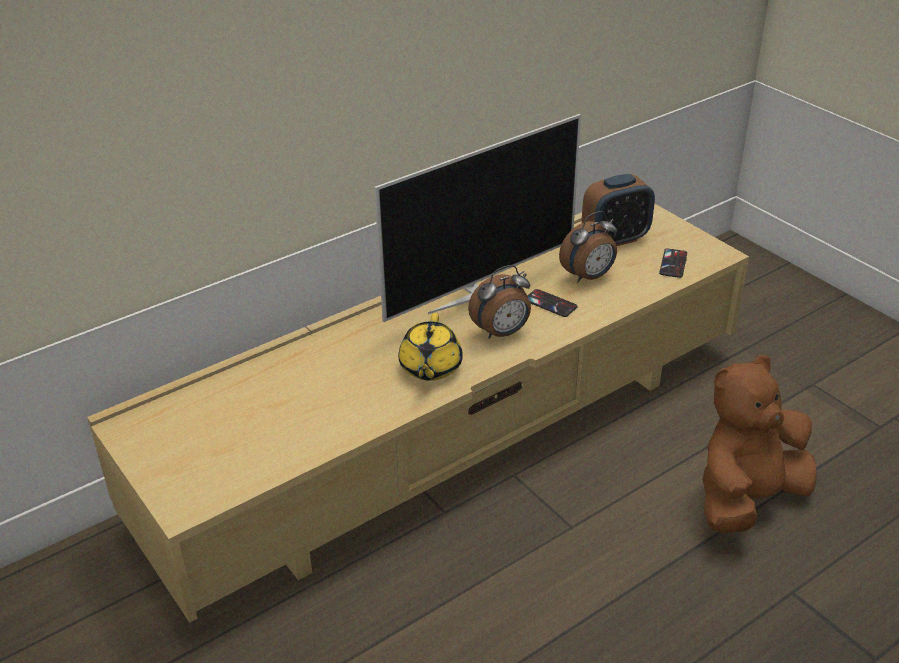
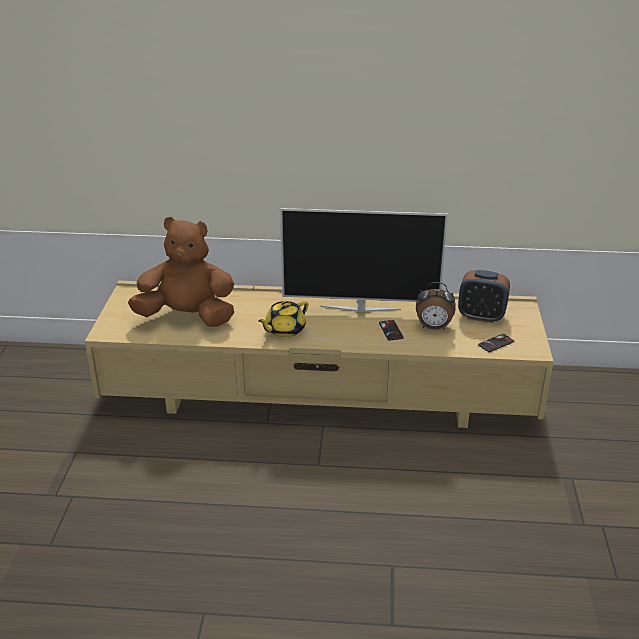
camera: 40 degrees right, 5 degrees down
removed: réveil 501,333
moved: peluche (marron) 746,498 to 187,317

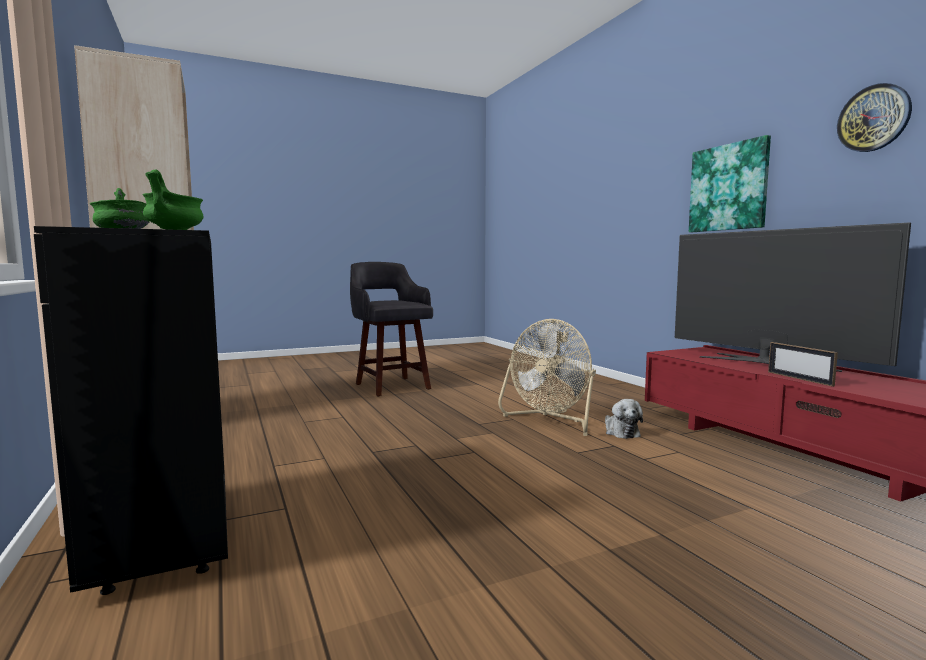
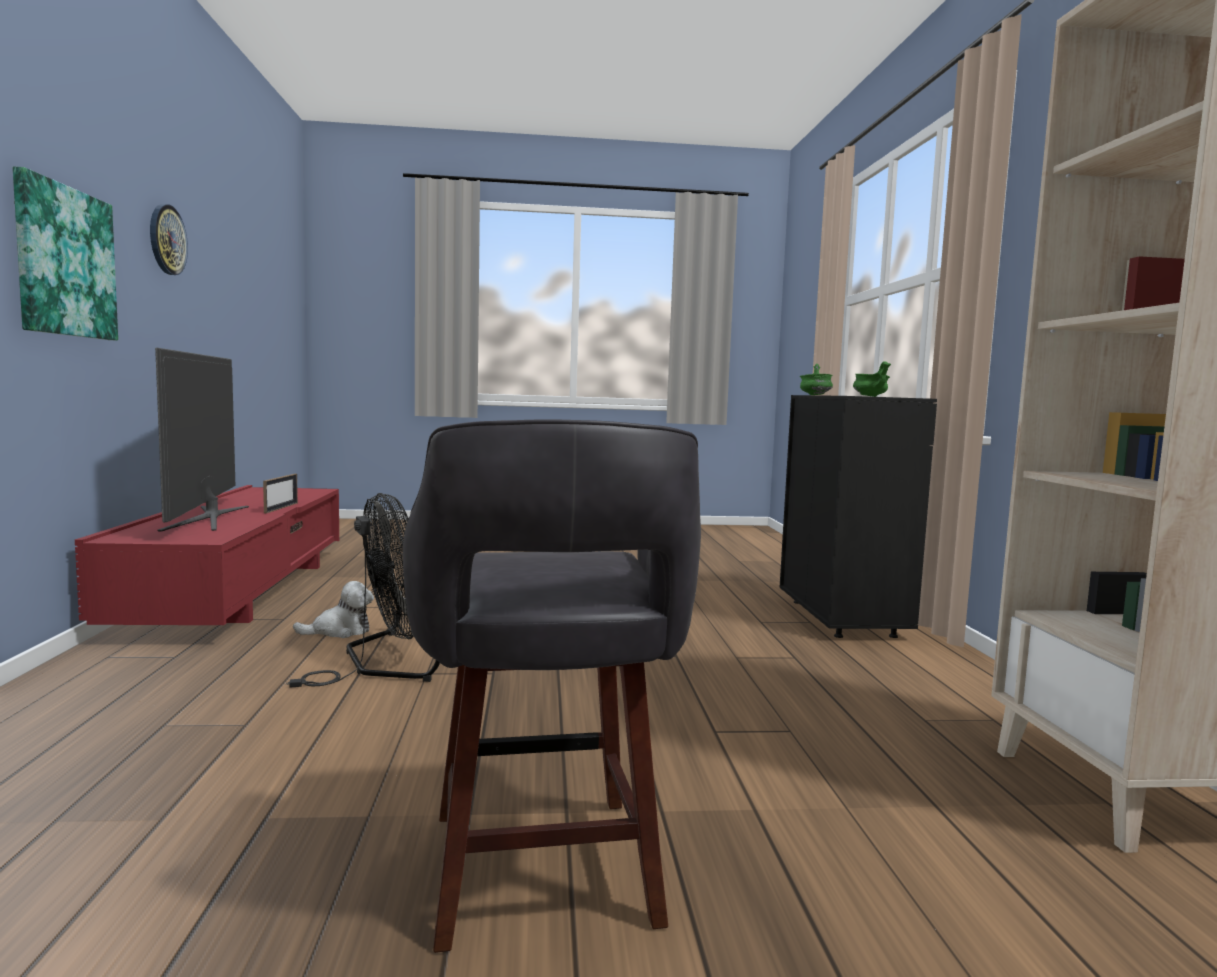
camera: 160 degrees left, 0 degrees up
recoloured: ventilateur (beige) 550,420 to ventilateur (noir) 378,661
turned: peluche 620,432 = 339,631 60 degrees clockwise

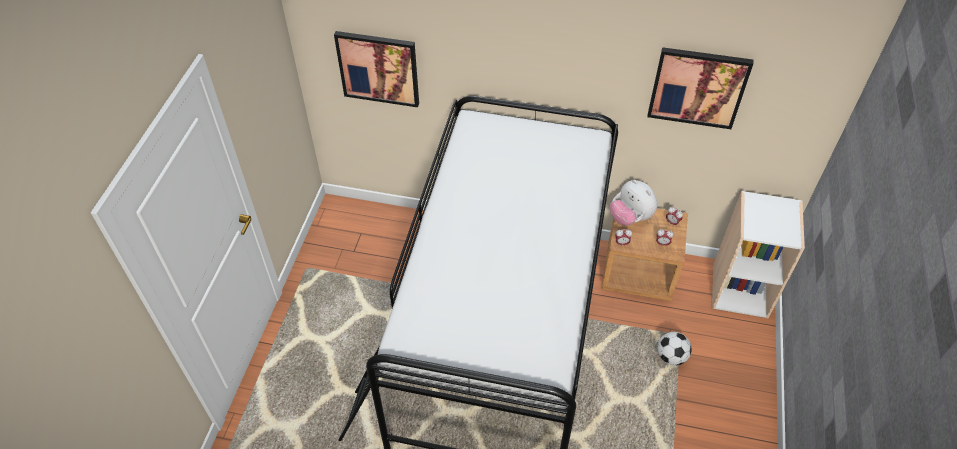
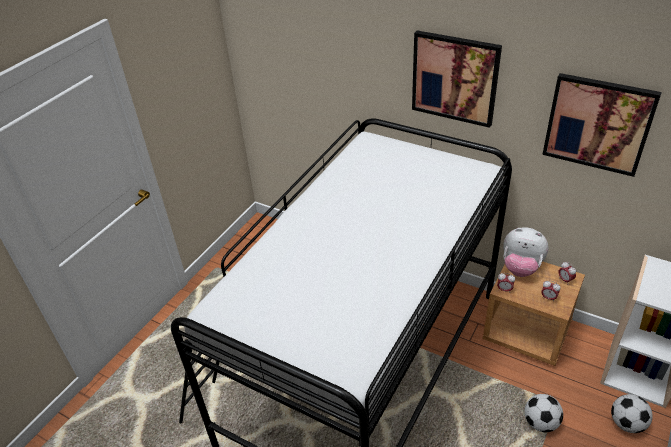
camera: 20 degrees right, 10 degrees down
added: ballon de foot 626,423
moved: tableau 378,68 to 455,78
turned: peluche 630,217 = 521,268 45 degrees counterclockwise

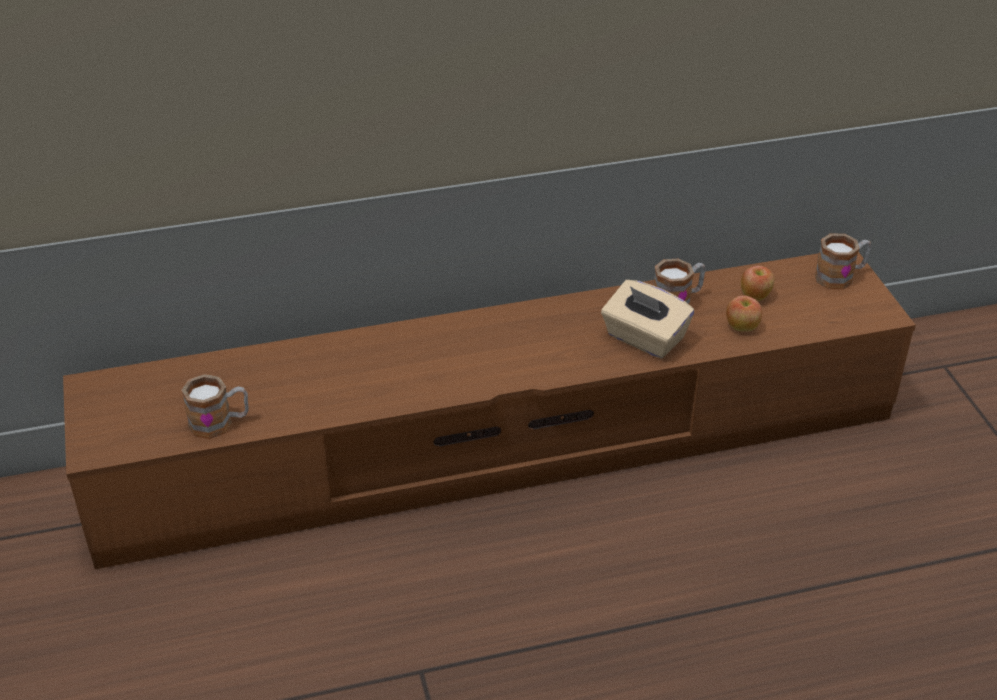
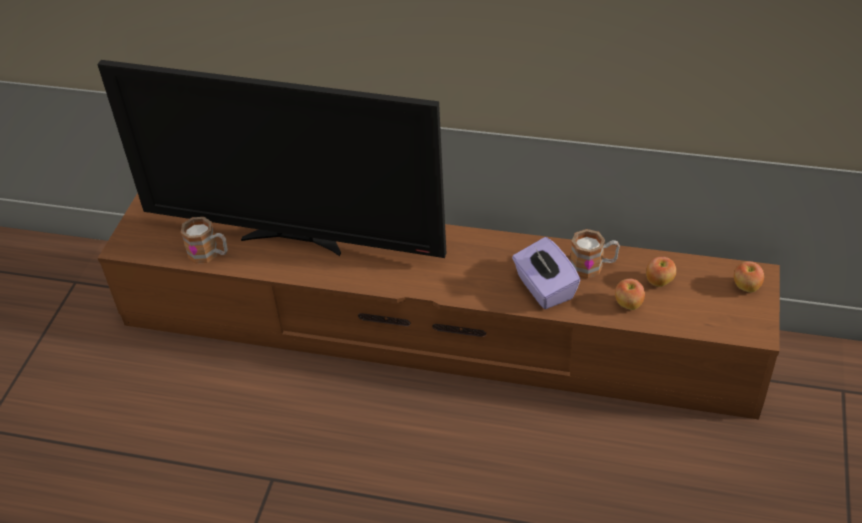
camera: 30 degrees right, 5 degrees up
added: téléviseur 295,240
replaced: mug 841,276 to pomme 746,287
recoloured: boîte à mouchoirs (beige) 644,338 to boîte à mouchoirs (violet) 544,288

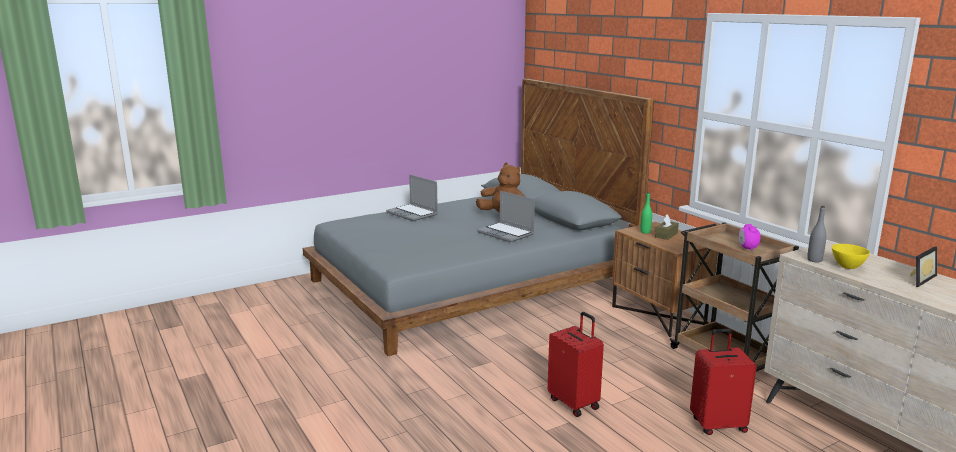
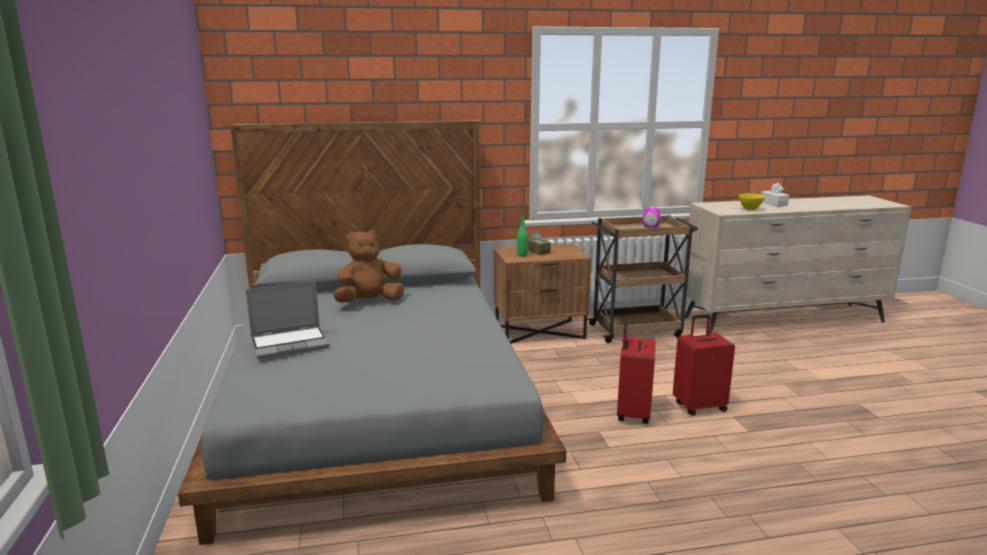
camera: 70 degrees left, 0 degrees up
removed: ordinateur portable 506,233; bouteille (gris) 814,260
moved: valise (rouge) 717,424 to 632,414
replaced: cadre photo 918,279 to boîte à mouchoirs (blanc) 774,203

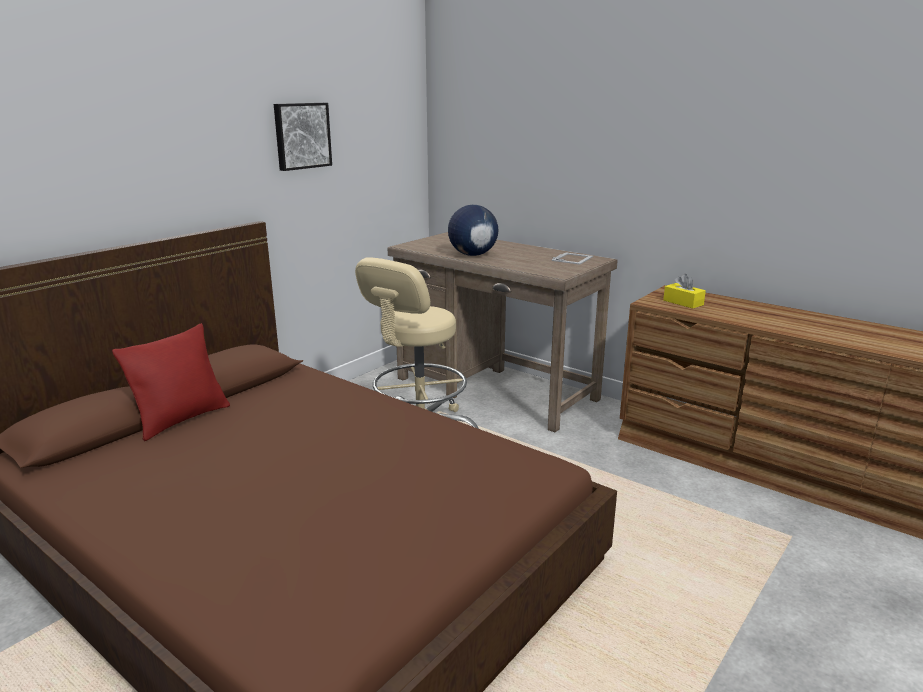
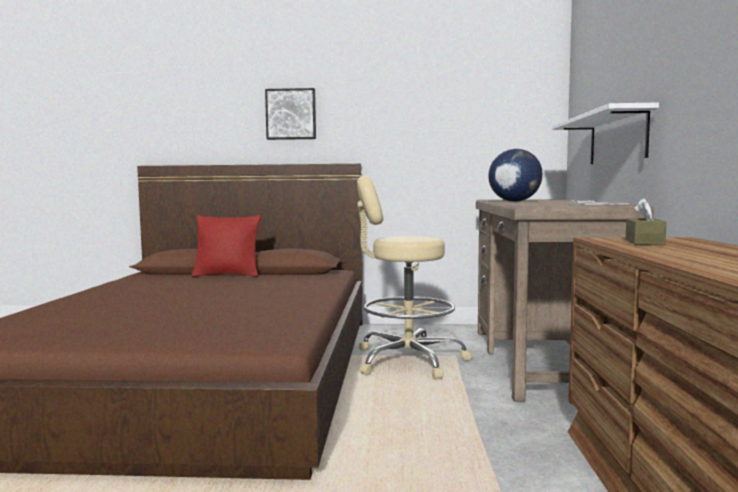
camera: 55 degrees right, 15 degrees down
added: étagère (blanc) 617,138
moved: tableau 301,136 to 291,114
recoloured: boîte à mouchoirs (jaune) 683,302 to boîte à mouchoirs (marron) 644,242

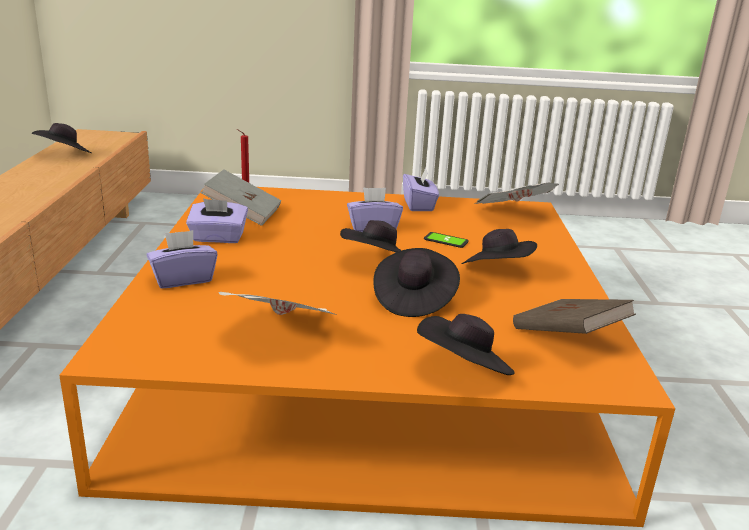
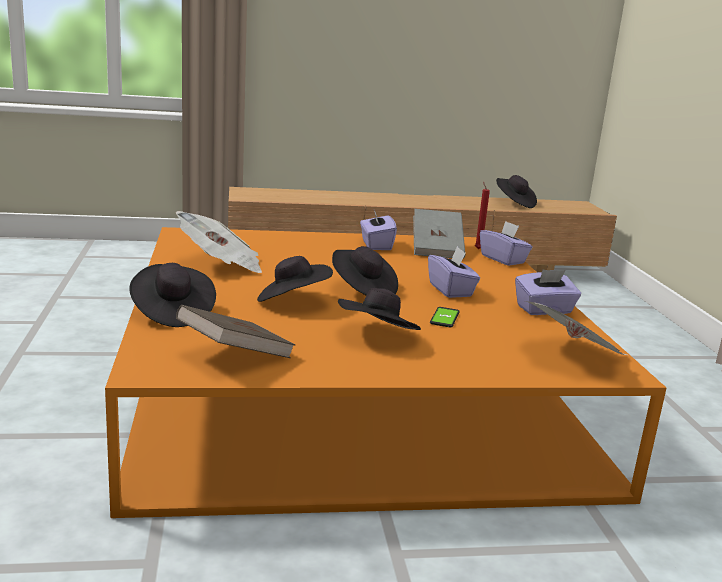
camera: 80 degrees right, 5 degrees down
moved: boîte à mouchoirs (violet) 183,279 to 503,259

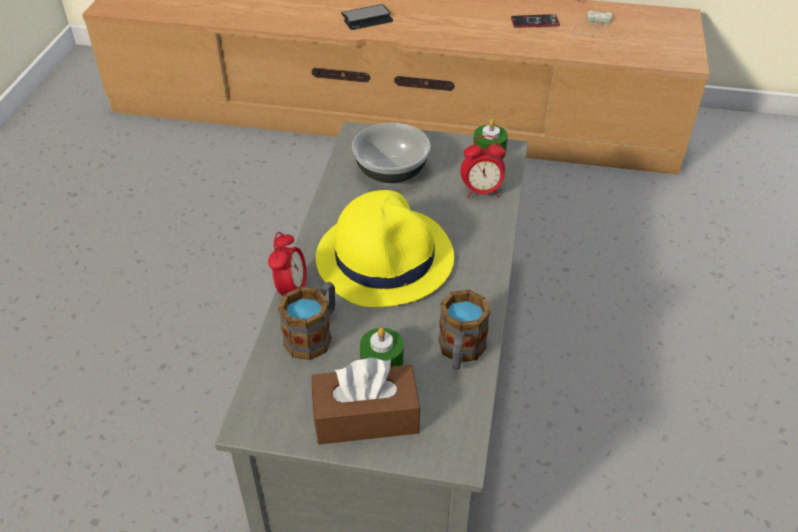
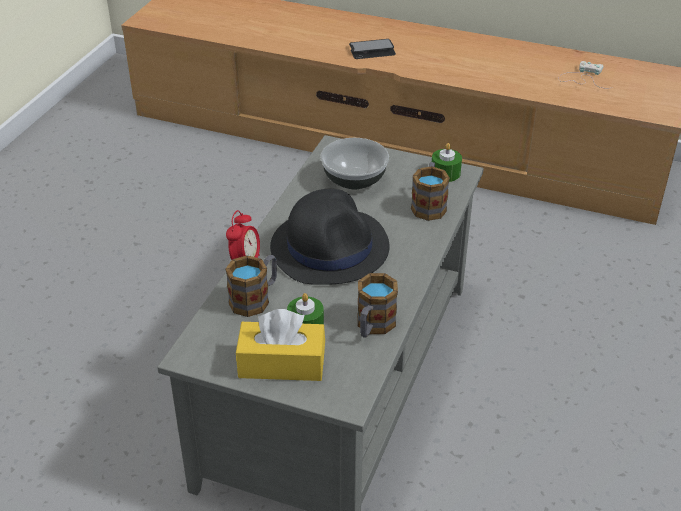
camera: 10 degrees right, 5 degrees down
removed: téléphone 534,22
replaced: réveil 481,192 to mug 429,205
recoloured: chapeau (jaune) 385,257 to chapeau (noir) 330,247; boîte à mouchoirs (marron) 366,417 to boîte à mouchoirs (jaune) 281,364

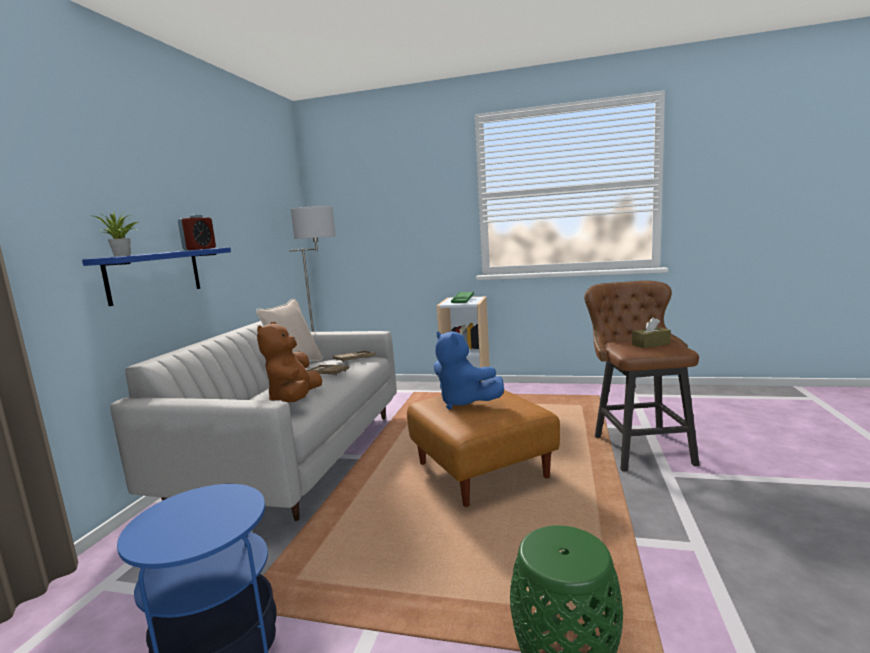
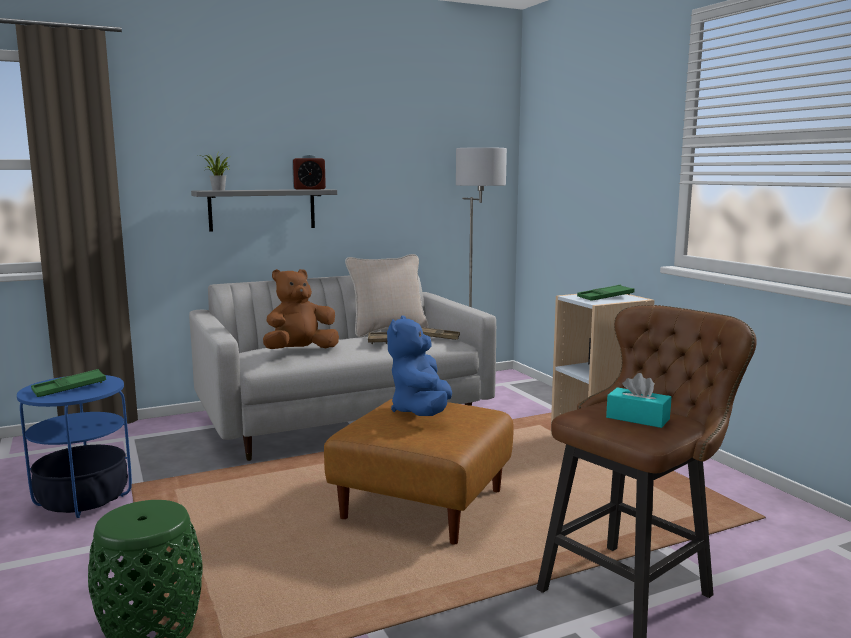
camera: 50 degrees right, 0 degrees up
added: plateau (vert) 69,388
recoloured: étagère (bleu) 155,275 to étagère (gris) 262,209; boîte à mouchoirs (marron) 651,344 to boîte à mouchoirs (turquoise) 637,418

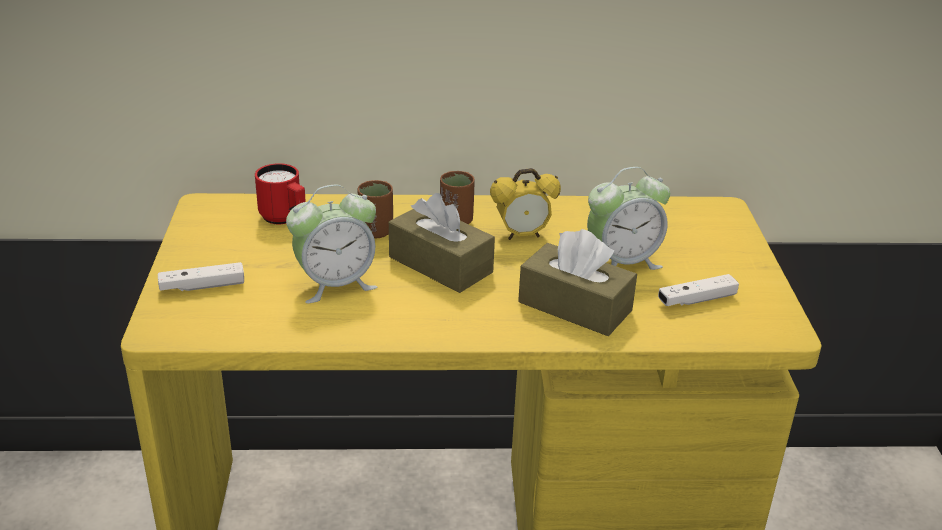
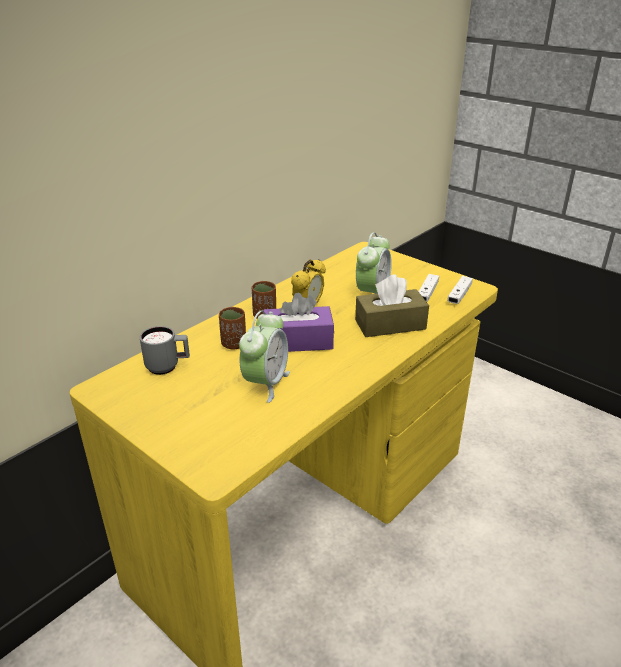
camera: 45 degrees left, 0 degrees up
moved: manette (blanc) 202,286 to 459,295
recoloured: mug (rouge) 285,219 to mug (gris) 168,367; boîte à mouchoirs (marron) 440,265 to boîte à mouchoirs (violet) 298,341

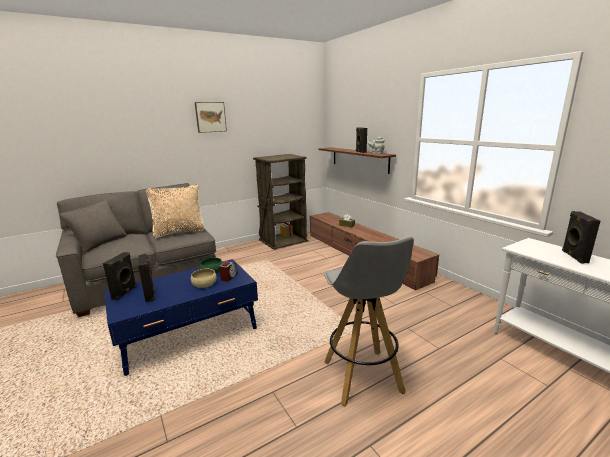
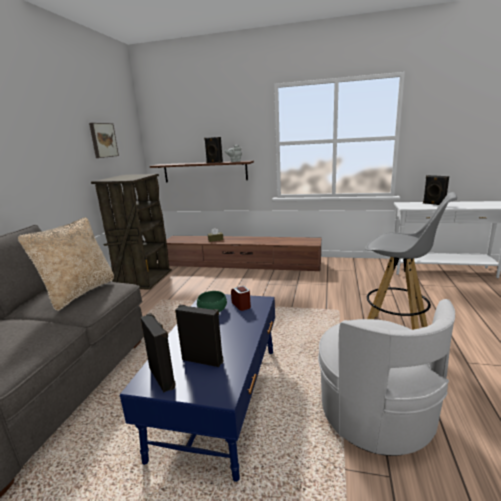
camera: 45 degrees left, 0 degrees up
removed: bol (beige) 204,284
added: fauteuil (blanc) 375,413
moved: tableau 210,117 to 103,140

